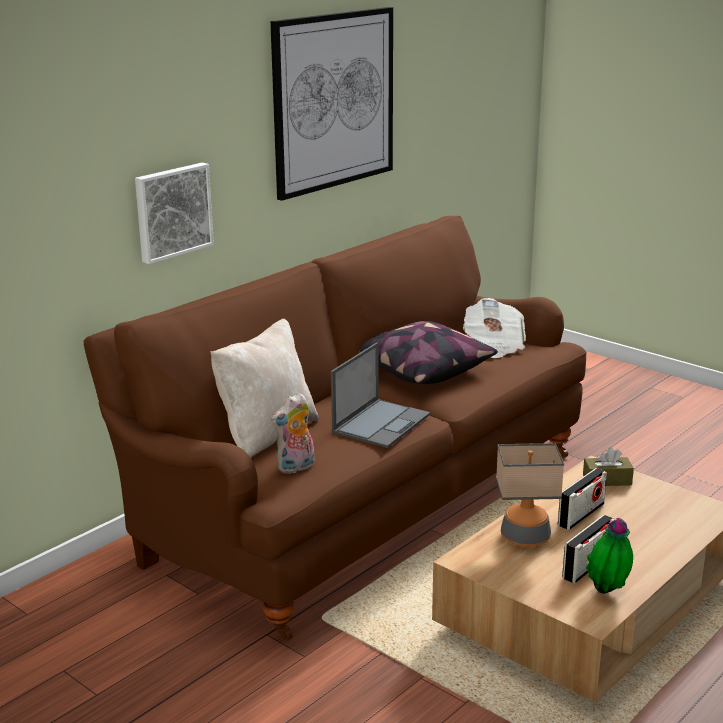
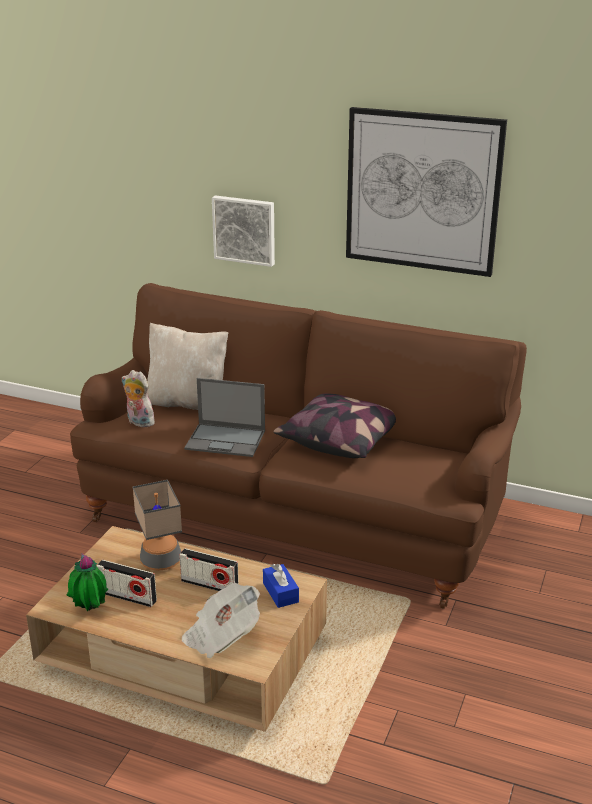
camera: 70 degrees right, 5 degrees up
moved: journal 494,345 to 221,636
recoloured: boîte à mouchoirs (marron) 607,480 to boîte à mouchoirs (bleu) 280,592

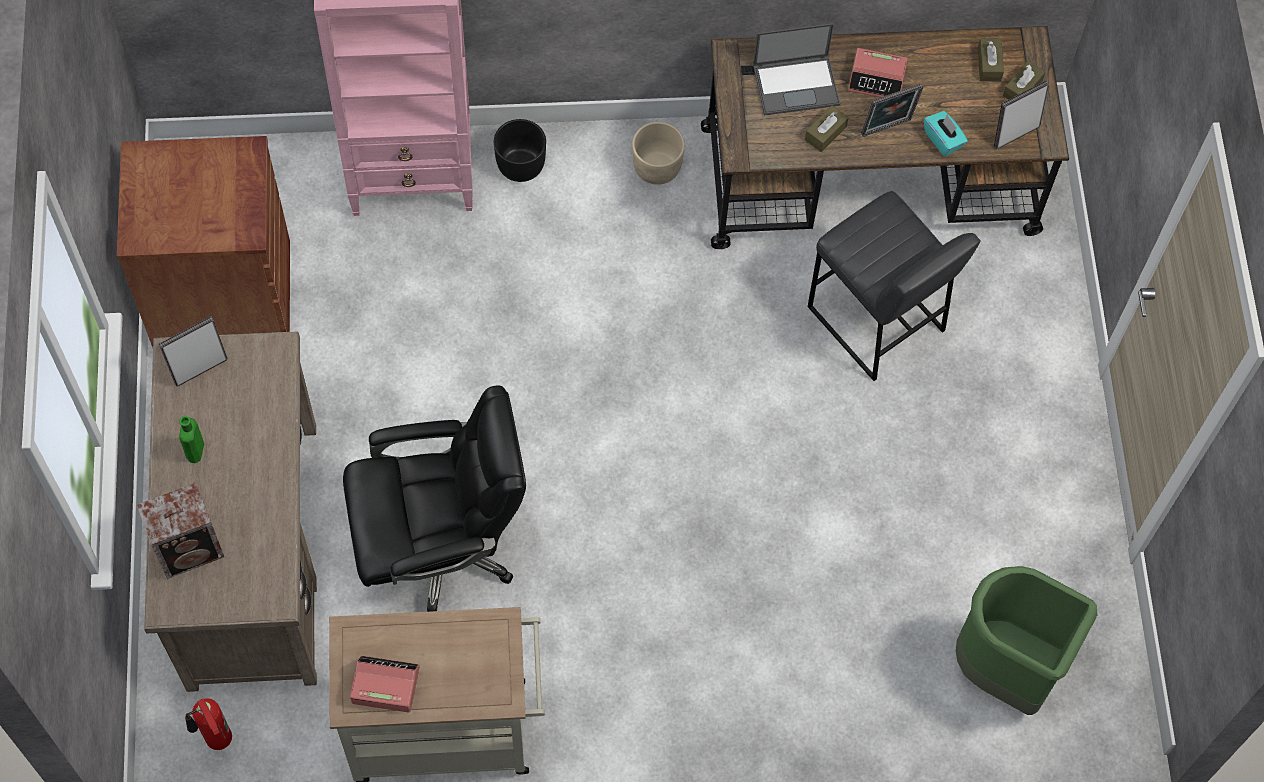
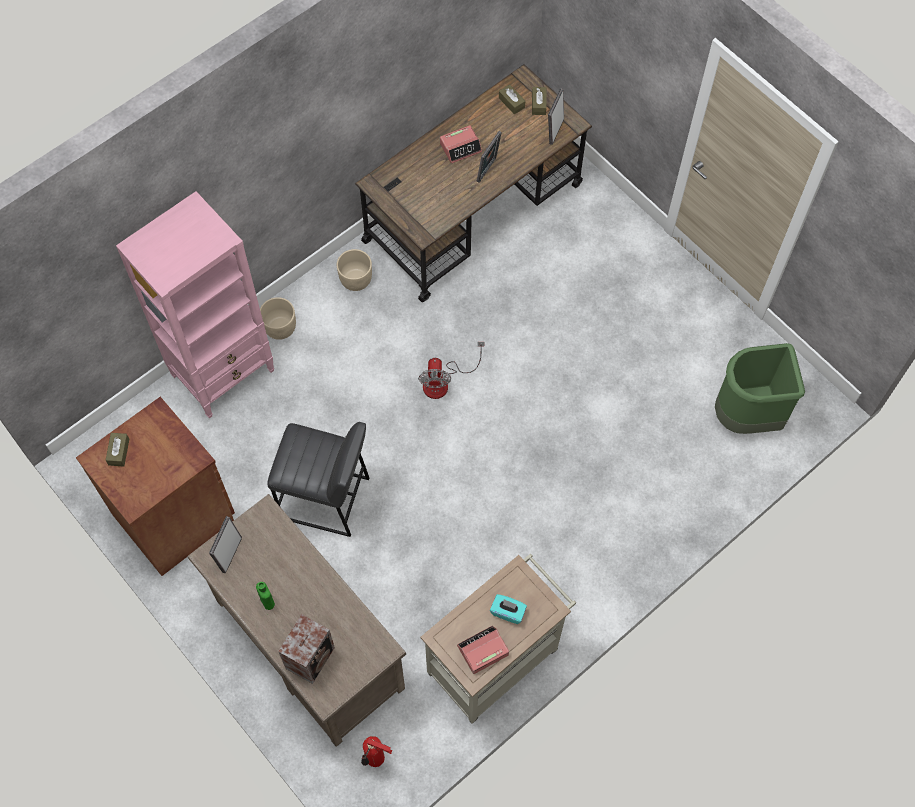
camera: 35 degrees left, 0 degrees up
removed: ordinateur portable 797,84; chaise de bureau (noir) 439,552
added: ventilateur 443,381
moved: boîte à mouchoirs (marron) 825,133 to 119,452; boîte à mouchoirs (turquoise) 943,140 to 508,612; tabouret (gris) 877,320 to 327,499
recoloured: cache-pot (noir) 521,165 to cache-pot (beige) 280,327

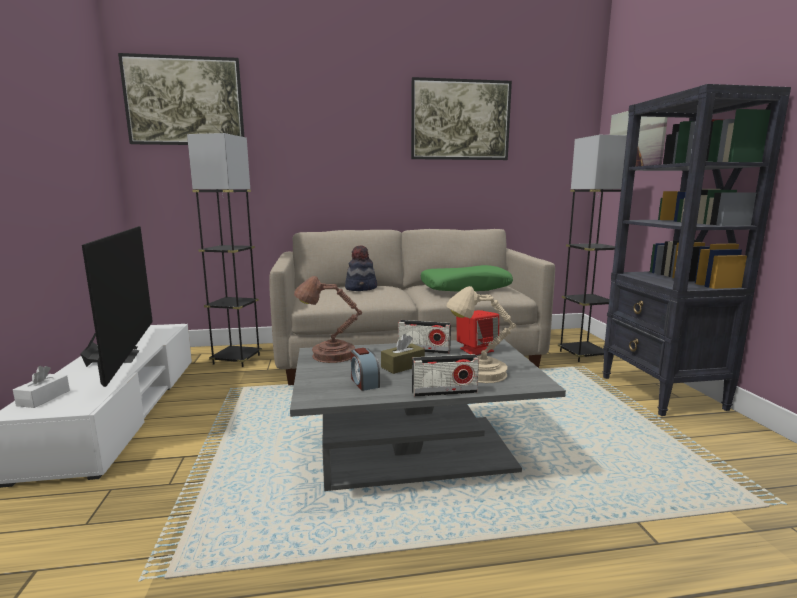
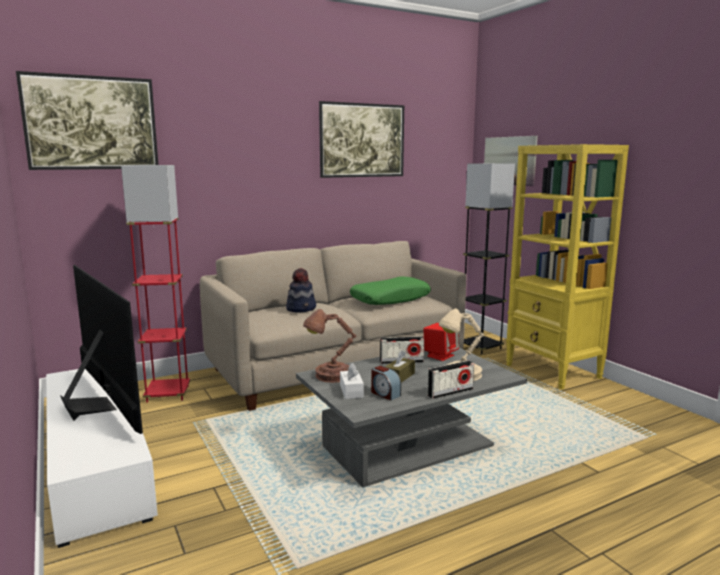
camera: 20 degrees left, 0 degrees up
moved: boîte à mouchoirs (blanc) 43,398 to 351,391
recoloured: bibliothèque (noir) 661,393 to bibliothèque (jaune) 553,371; lampadaire (gris) 236,359 to lampadaire (rouge) 168,394

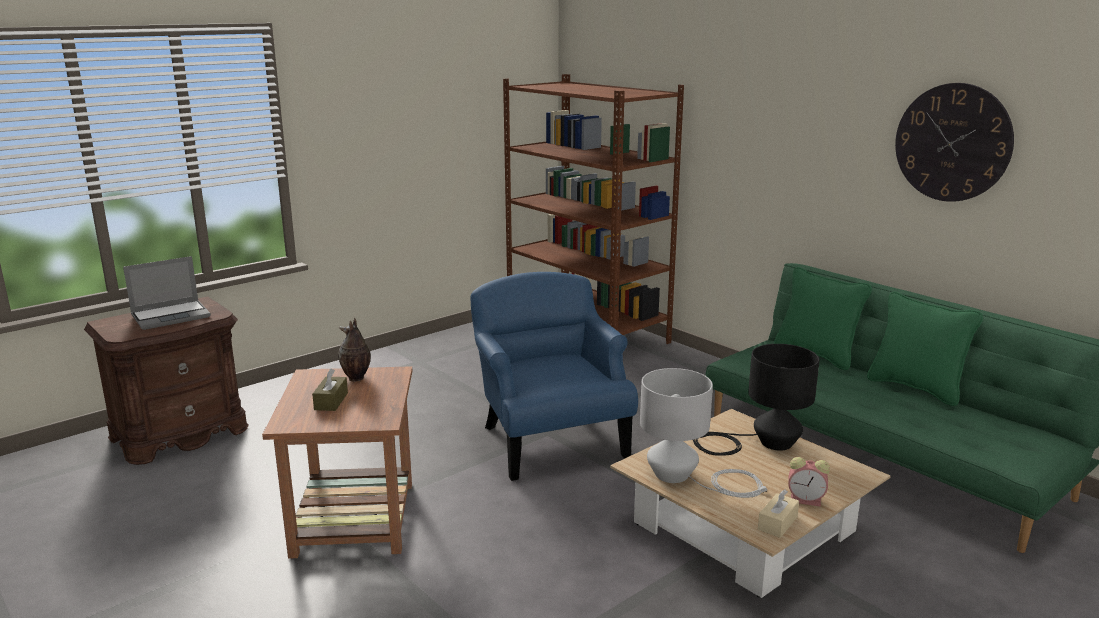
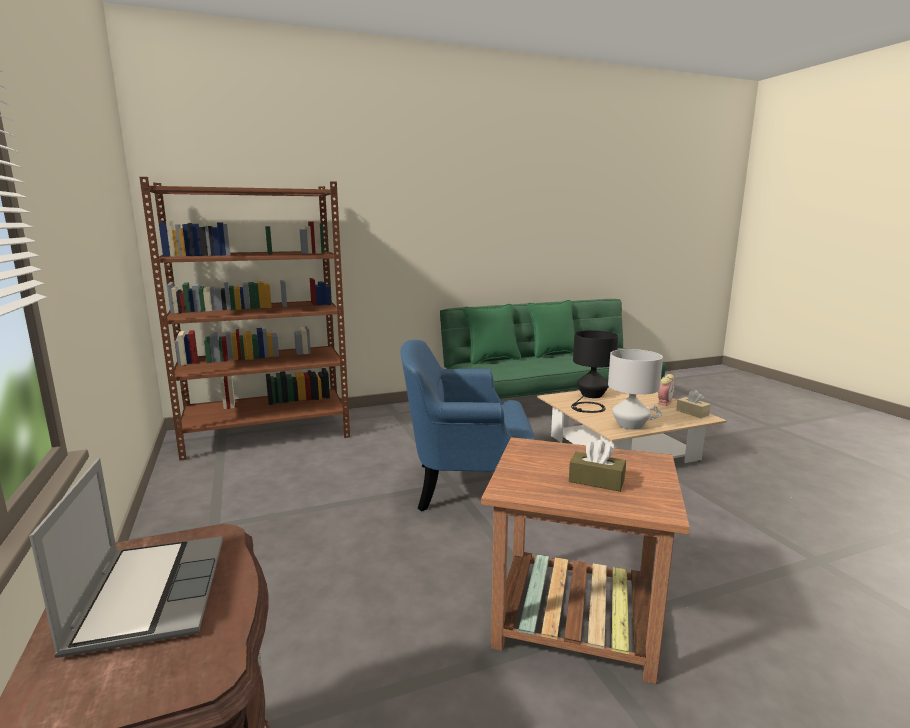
camera: 70 degrees left, 5 degrees down
removed: horloge murale 952,142; vase 356,378

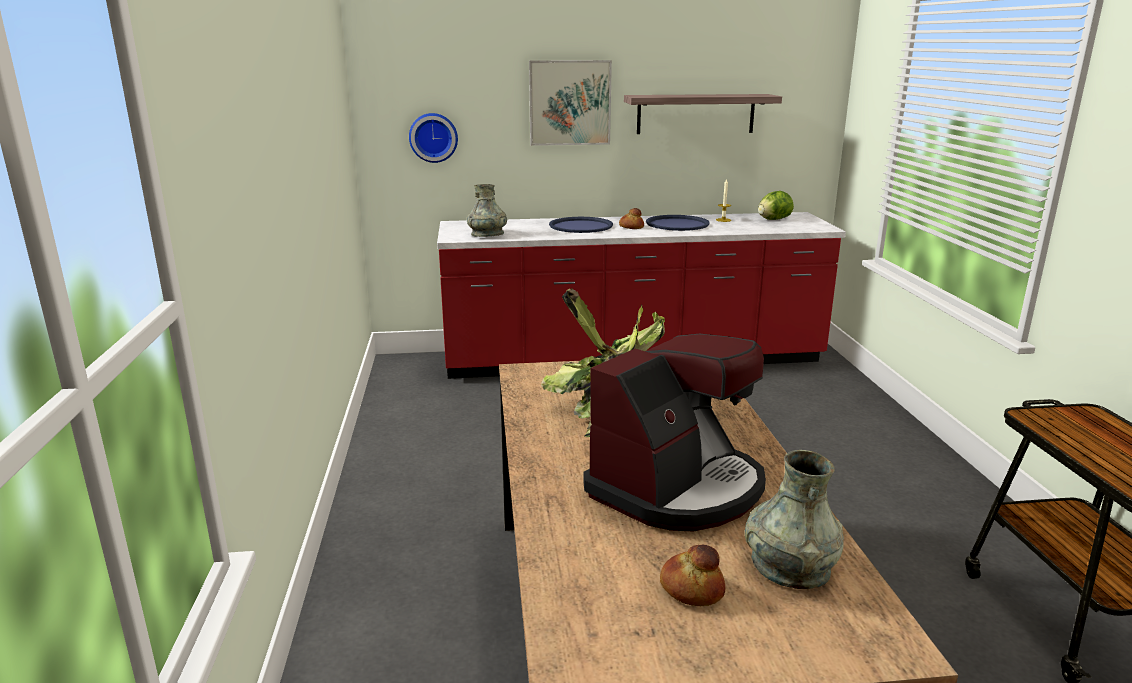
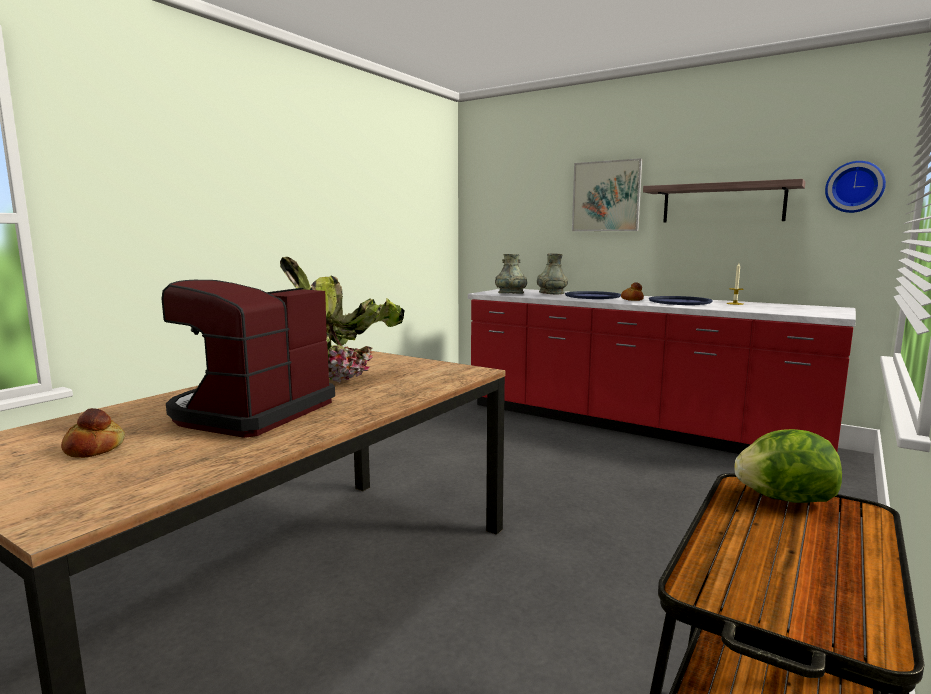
camera: 40 degrees right, 10 degrees down
moved: horloge murale 433,137 to 854,187; laitue 773,219 to 784,499; vase (gris) 790,566 to 551,293
turned: machine à café 678,488 = 251,412 120 degrees clockwise

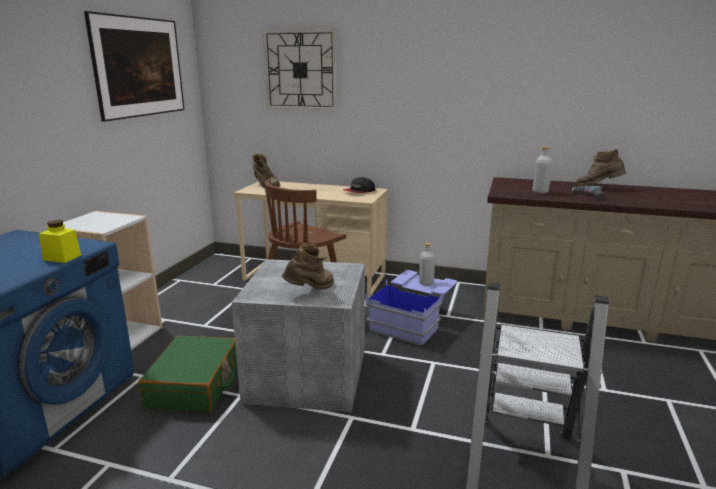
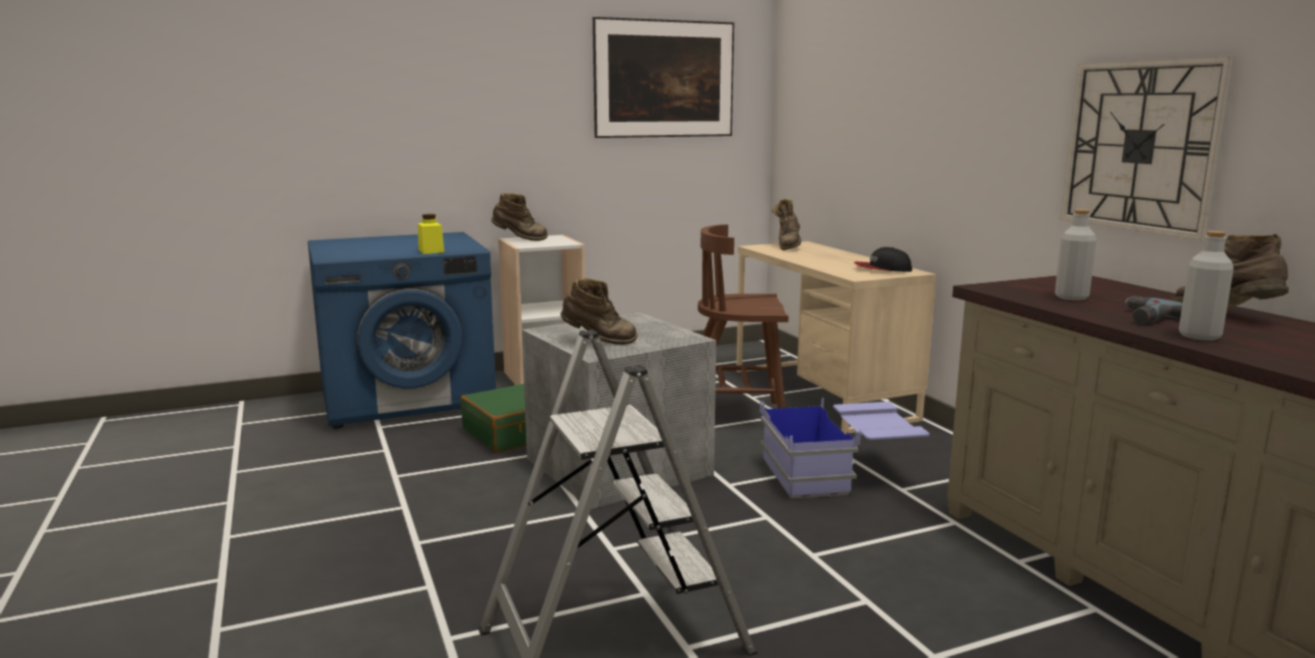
camera: 50 degrees right, 5 degrees down
added: botte (marron) 520,239
moved: horloge murale 300,70 to 1141,146; bouteille (gris) 426,283 to 1199,336

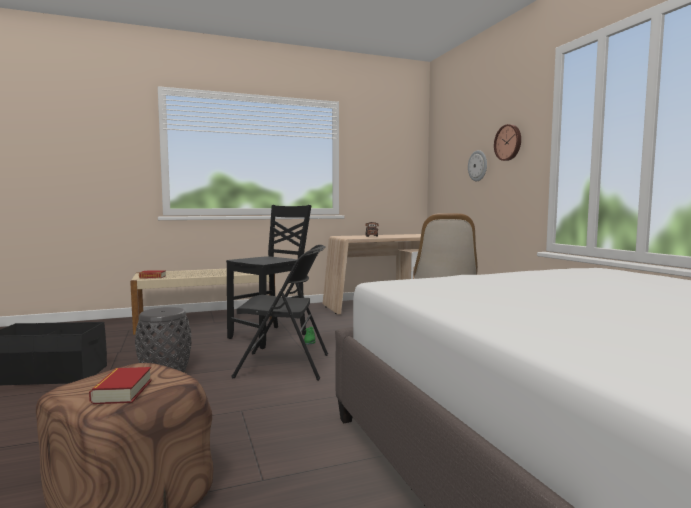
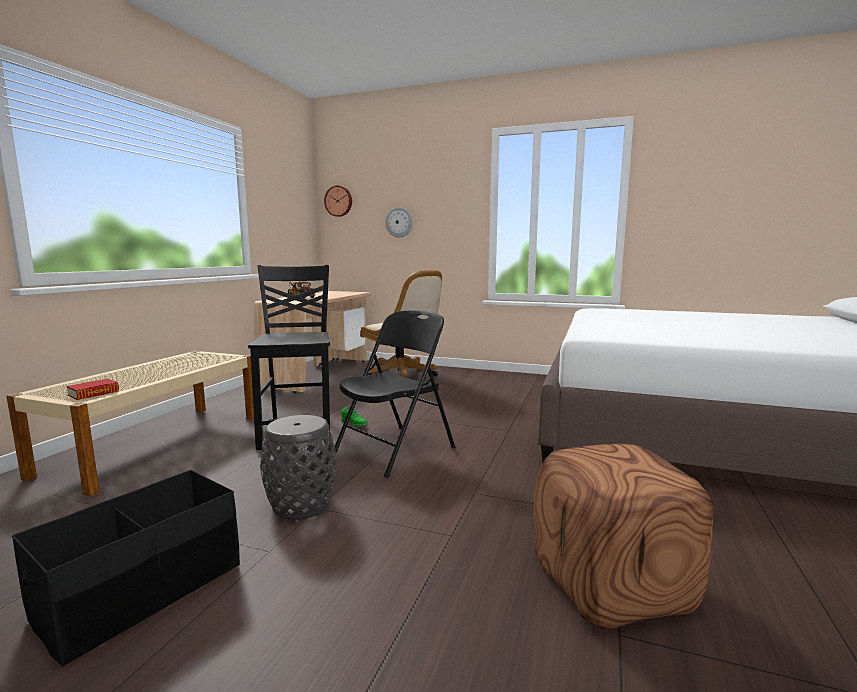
camera: 50 degrees left, 5 degrees up
removed: livre 122,391
moved: horloge murale 508,142 to 339,201

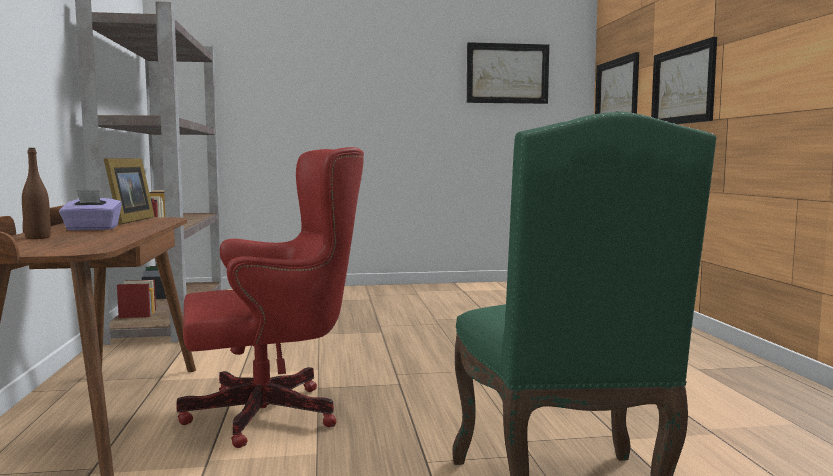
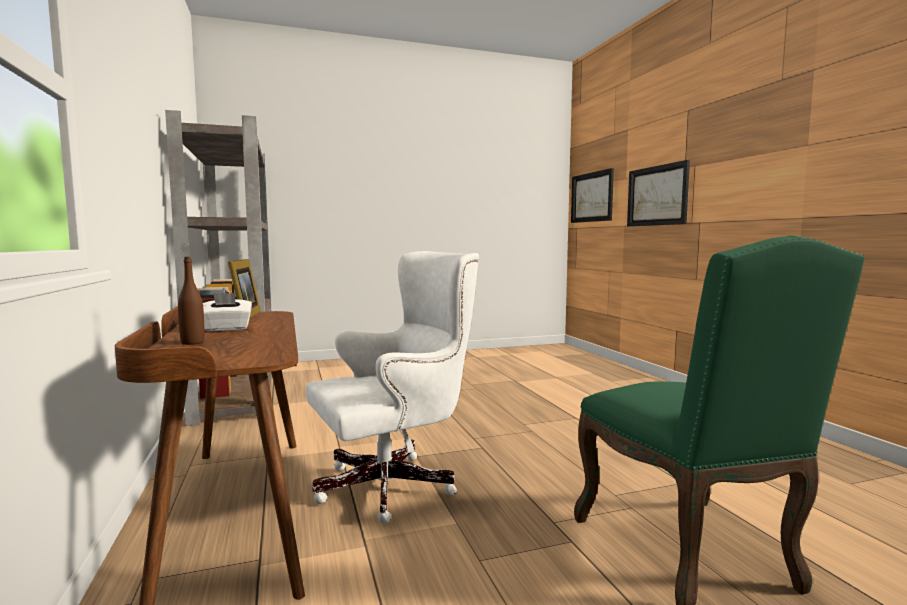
camera: 10 degrees left, 0 degrees up
removed: tableau 507,73
recoloured: chaise de bureau (rouge) 274,413 to chaise de bureau (blanc) 394,485; boîte à mouchoirs (violet) 92,229 to boîte à mouchoirs (blanc) 227,329

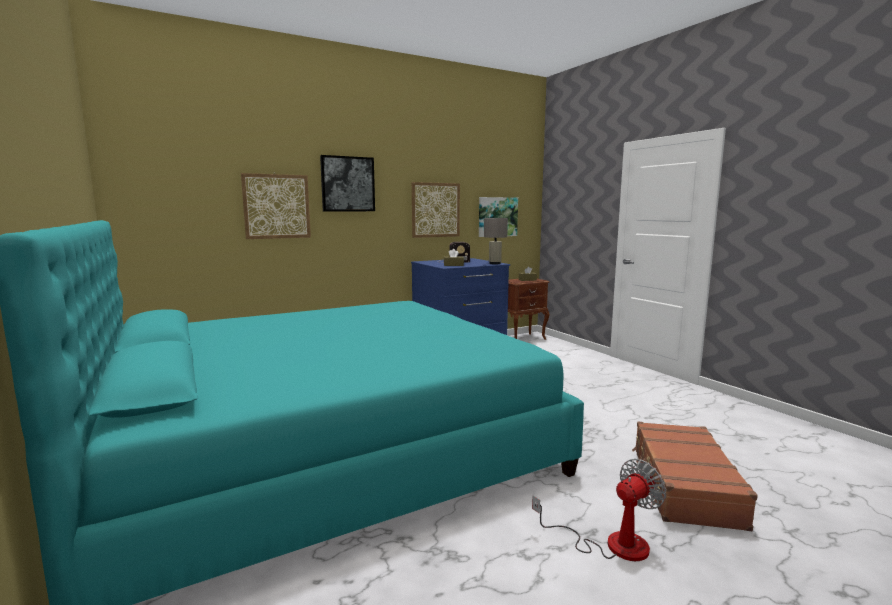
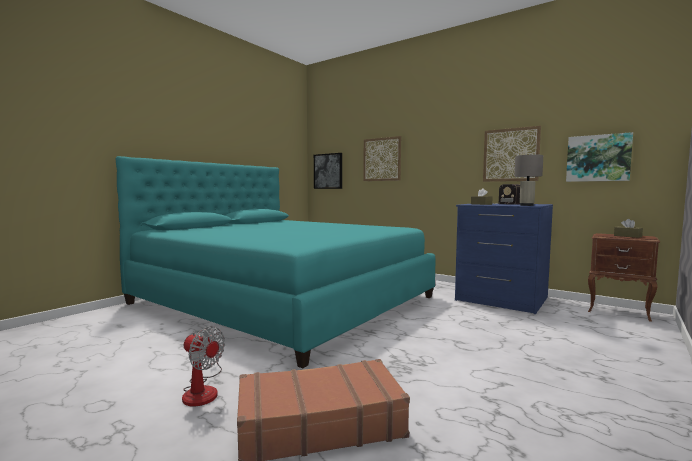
camera: 65 degrees right, 5 degrees down
moved: tableau 347,184 to 328,171

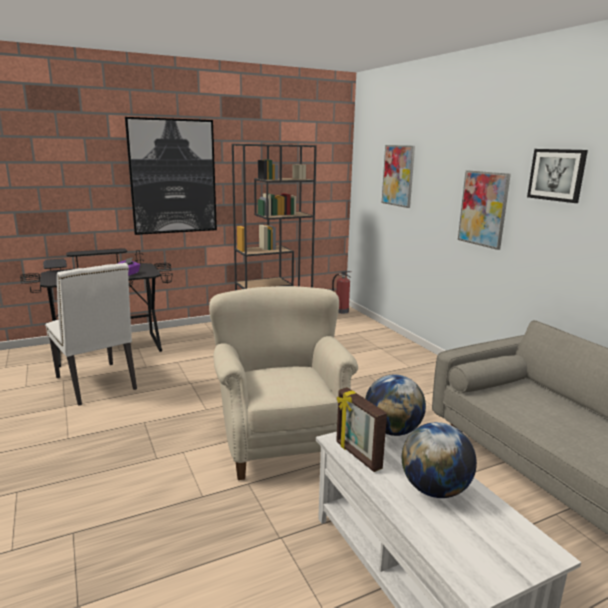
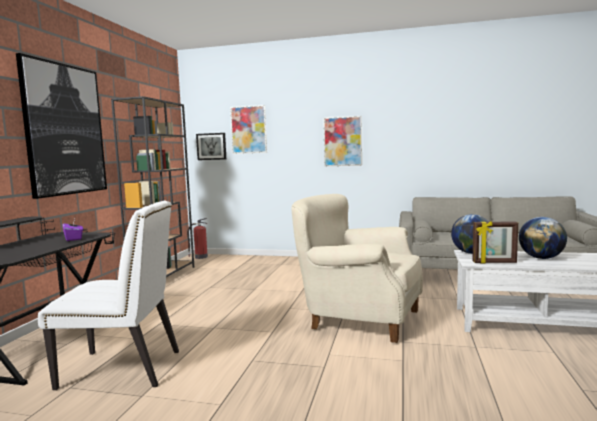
camera: 50 degrees left, 10 degrees down
moved: tableau 557,175 to 211,146

